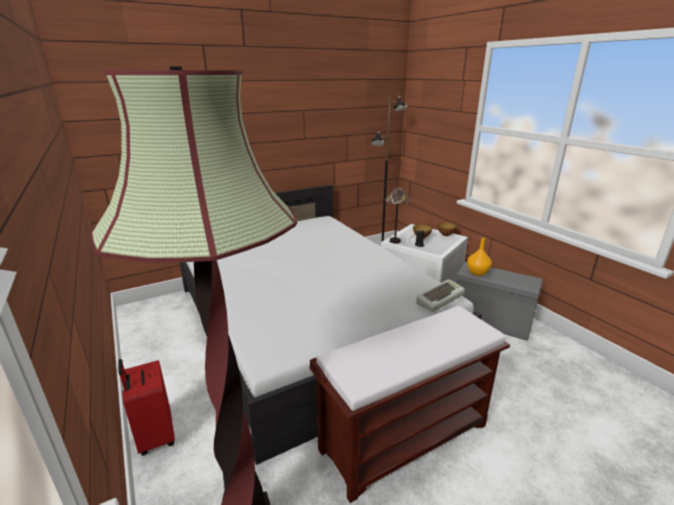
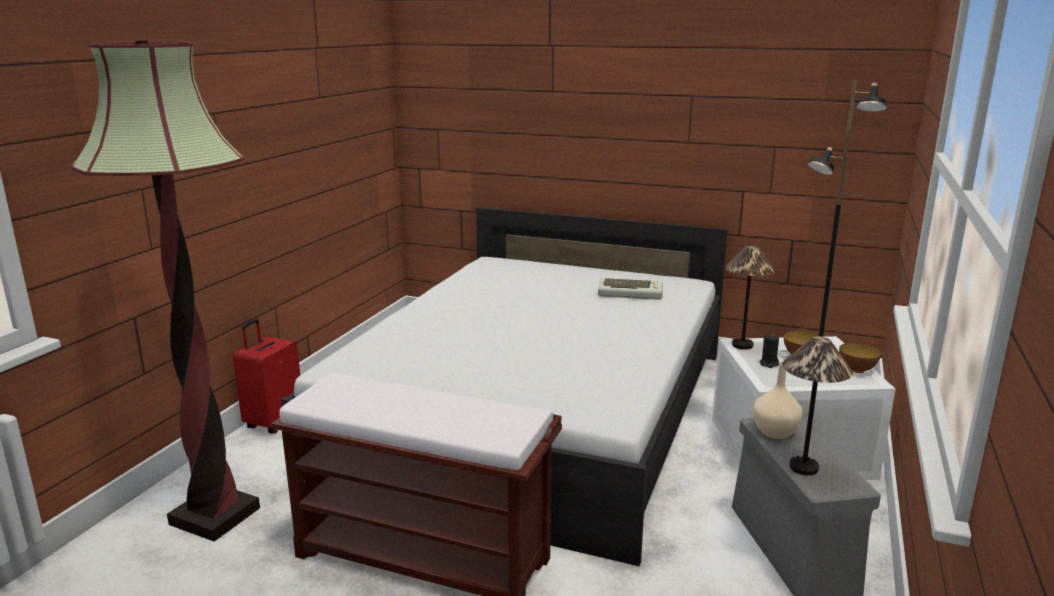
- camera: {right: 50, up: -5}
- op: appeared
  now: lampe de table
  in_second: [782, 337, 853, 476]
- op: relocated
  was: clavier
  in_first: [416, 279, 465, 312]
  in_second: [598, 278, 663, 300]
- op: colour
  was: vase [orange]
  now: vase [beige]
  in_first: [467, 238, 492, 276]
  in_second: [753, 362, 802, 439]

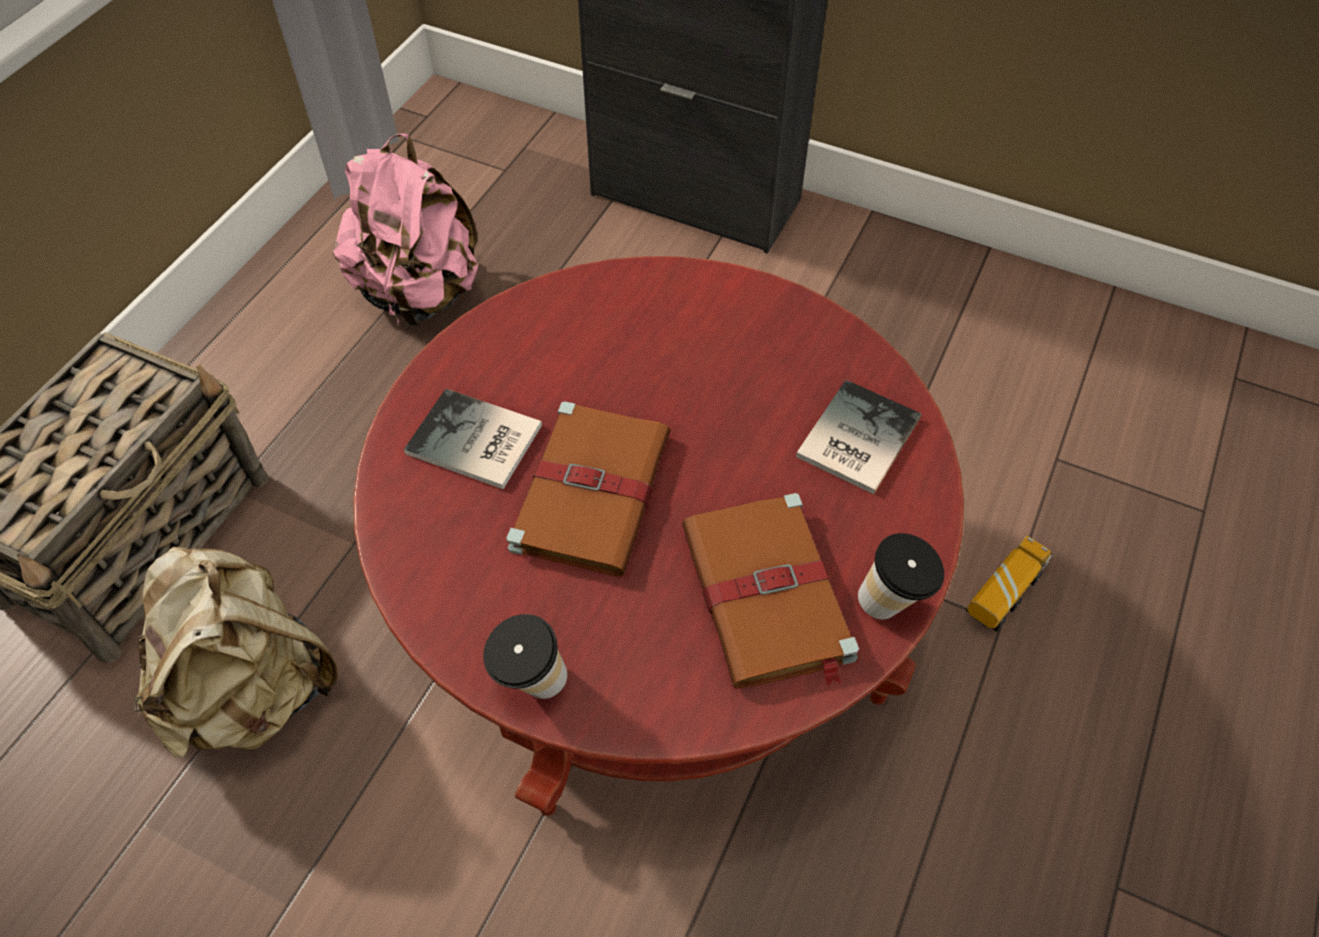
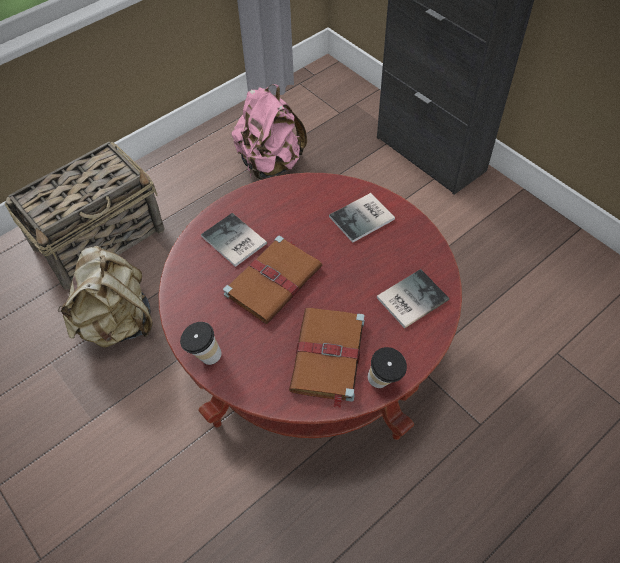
- camera: {right: 25, up: 0}
- op: missing
  was: camion jouet
  in_first: [966, 536, 1052, 632]
- op: appeared
  now: livre
  in_second: [329, 193, 395, 243]

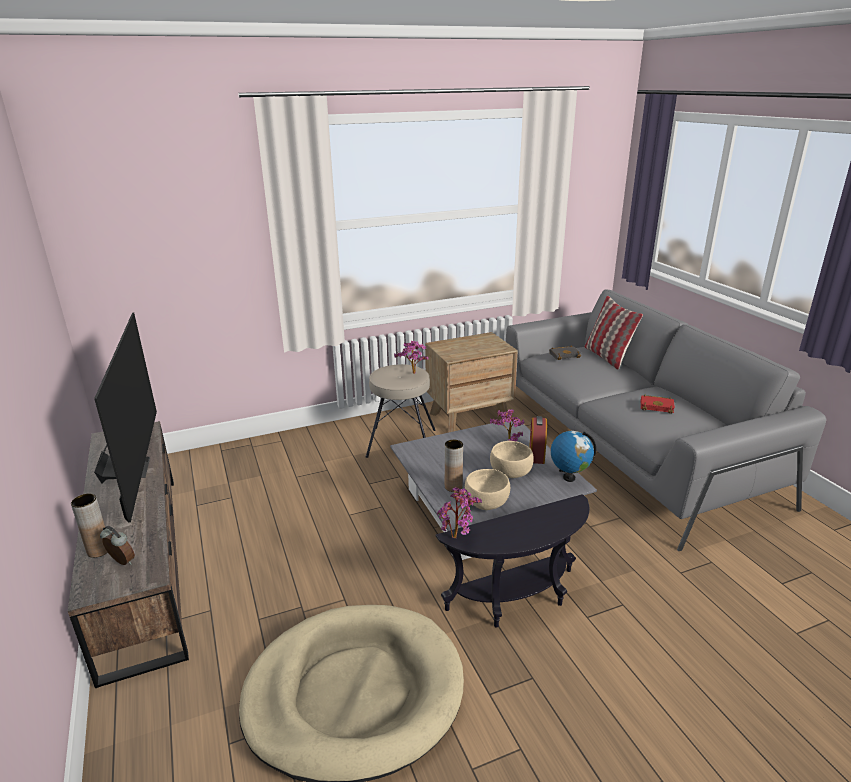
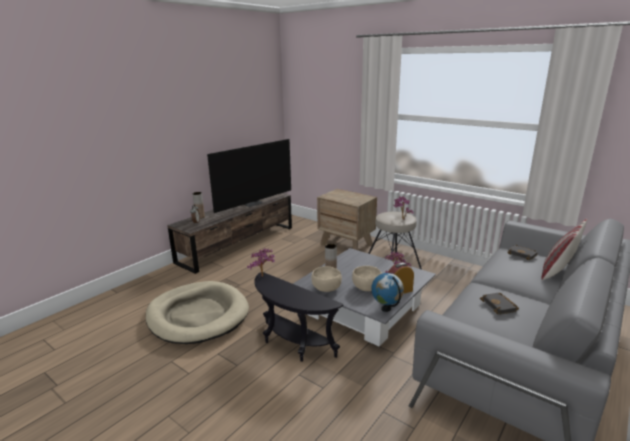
- camera: {right: 60, up: -5}
- op: relocated
  was: table de chevet [marron]
  in_first: [425, 332, 518, 433]
  in_second: [317, 189, 377, 250]
- op: colour
  was: livre [rouge]
  now: livre [noir]
  in_first: [641, 395, 675, 414]
  in_second: [480, 293, 519, 315]

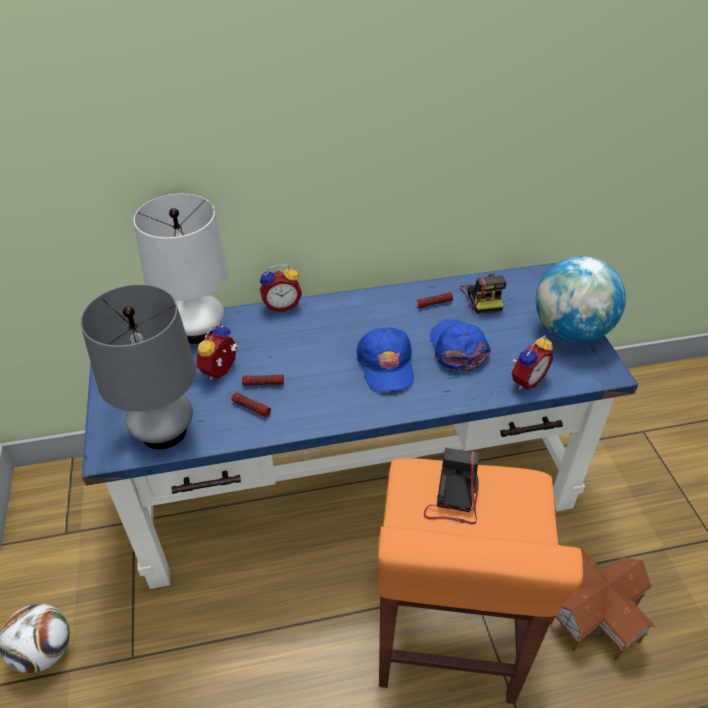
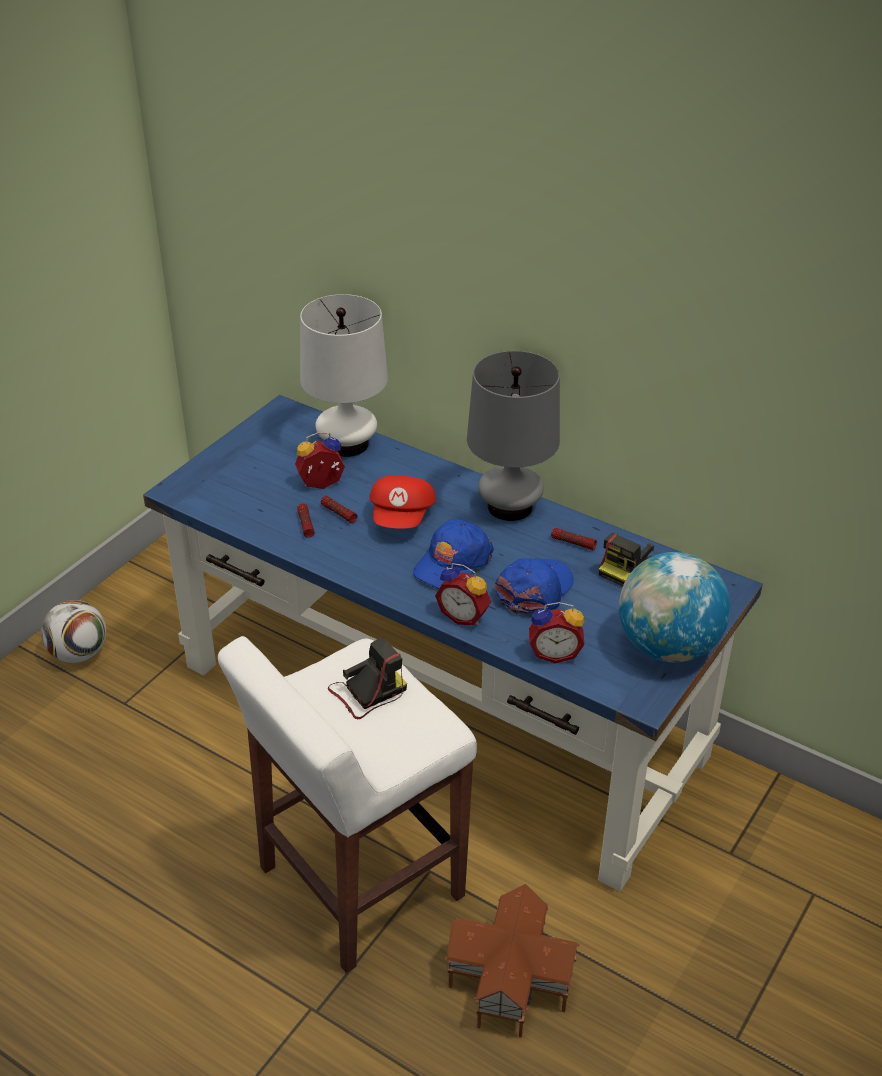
- camera: {right: 45, up: -5}
- op: appeared
  now: casquette [rouge]
  in_second: [369, 476, 436, 529]
- op: relocated
  was: lampe de table [gris]
  in_first: [80, 284, 196, 450]
  in_second: [467, 351, 560, 521]
- op: relocated
  was: réveil
  in_first: [260, 264, 302, 312]
  in_second: [435, 563, 491, 625]
- op: colour
  was: tabouret [orange]
  now: tabouret [blanc]
  in_first: [377, 458, 583, 704]
  in_second: [218, 636, 477, 973]

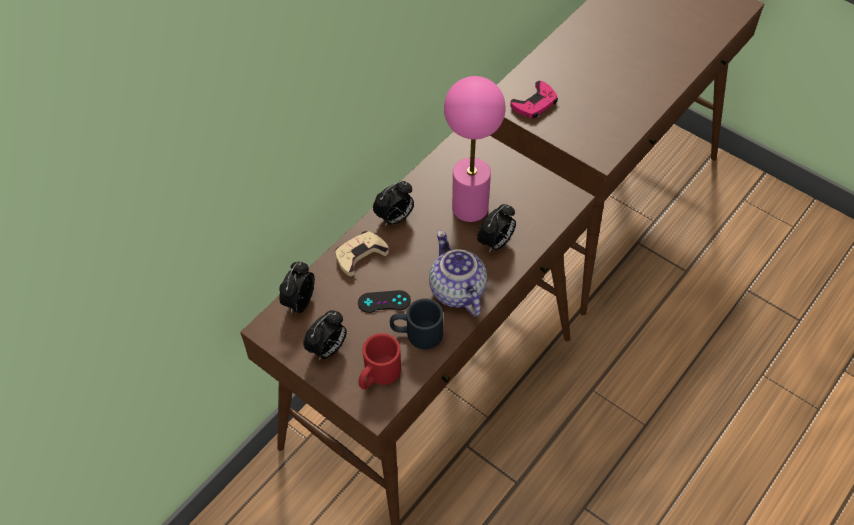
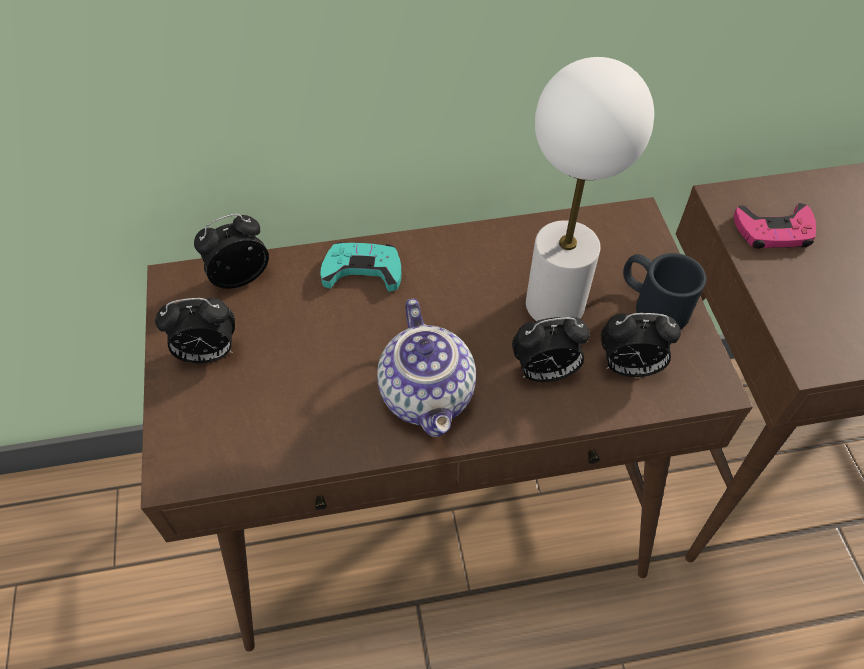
- camera: {right: 40, up: 0}
- op: missing
  was: manette [noir]
  in_first: [358, 290, 411, 313]
- op: missing
  was: mug [rouge]
  in_first: [358, 333, 401, 390]
- op: relocated
  was: réveil
  in_first: [373, 181, 414, 226]
  in_second: [601, 313, 681, 377]
- op: relocated
  was: mug [noir]
  in_first: [390, 299, 443, 349]
  in_second: [623, 253, 706, 330]
- op: colour
  was: manette [beige]
  now: manette [turquoise]
  in_first: [335, 231, 389, 276]
  in_second: [320, 242, 401, 292]
- op: colour
  was: lampe de table [rose]
  now: lampe de table [blanc]
  in_first: [444, 76, 506, 222]
  in_second: [526, 57, 654, 321]
- op: spun
  was: théière
  in_first: [429, 231, 487, 316]
  in_second: [377, 299, 476, 437]
  clockwise: 150

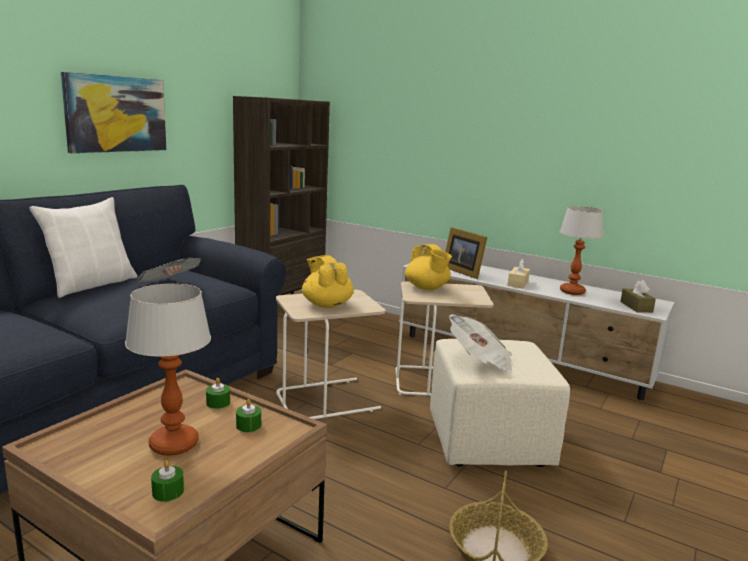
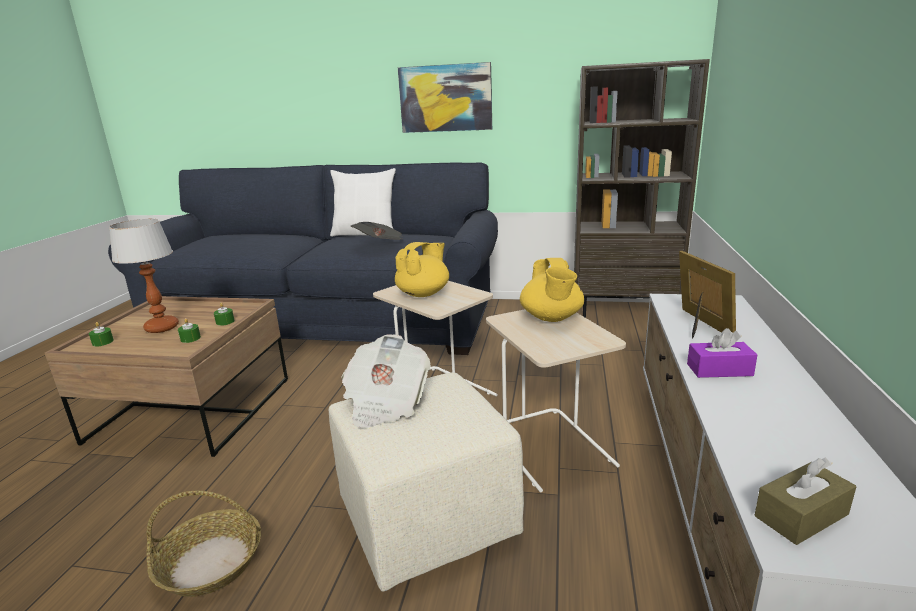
- camera: {right: 70, up: 5}
- op: missing
  was: lampe de table
  in_first: [560, 206, 603, 295]
- op: colour
  was: boîte à mouchoirs [beige]
  now: boîte à mouchoirs [violet]
  in_first: [507, 259, 530, 288]
  in_second: [687, 328, 757, 378]
- op: spun
  was: théière [jaune]
  in_first: [405, 244, 452, 290]
  in_second: [520, 258, 584, 322]
  clockwise: -45
- op: spun
  was: cadre photo
  in_first: [445, 227, 487, 279]
  in_second: [679, 251, 736, 339]
  clockwise: 135

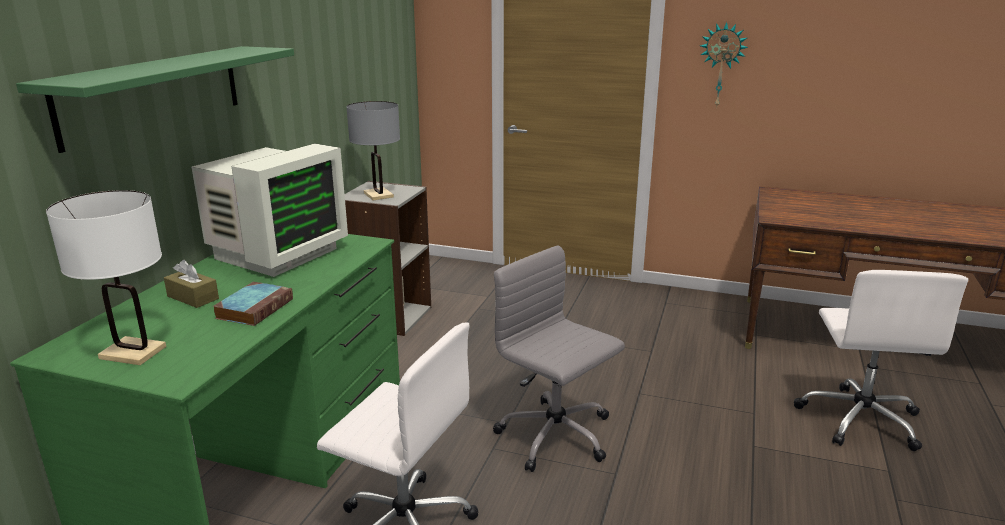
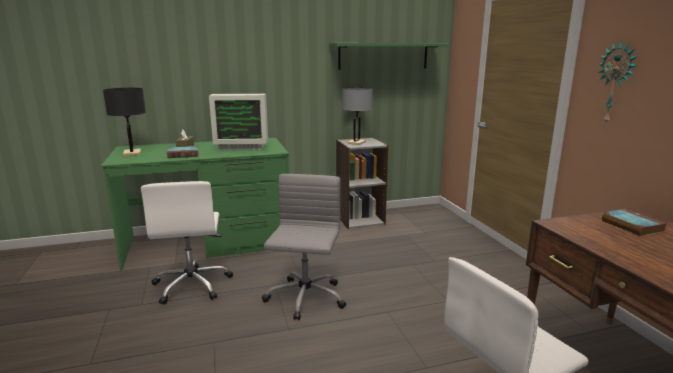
- camera: {right: 55, up: -5}
- op: appeared
  now: livre
  in_second: [602, 209, 666, 237]
- op: relocated
  was: étagère [vert]
  in_first: [16, 46, 294, 153]
  in_second: [329, 43, 449, 70]
- op: colour
  was: lampe de table [blanc]
  now: lampe de table [noir]
  in_first: [46, 190, 166, 365]
  in_second: [103, 88, 146, 156]

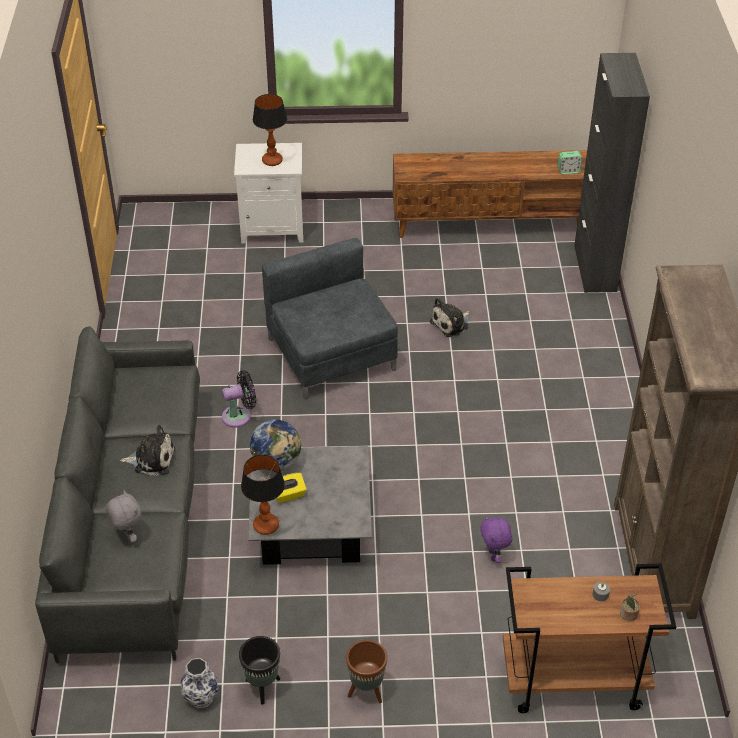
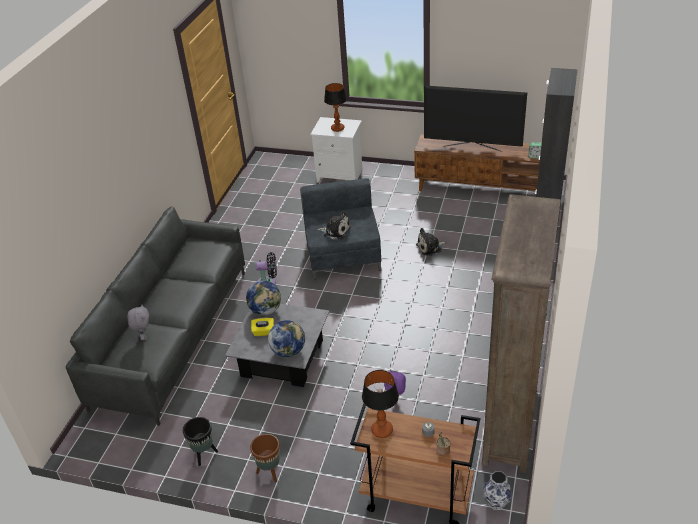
- camera: {right: 20, up: -5}
- op: appeared
  now: globe
  in_second: [268, 320, 305, 357]
- op: appeared
  now: téléviseur
  in_second: [424, 85, 527, 152]
- op: relocated
  was: peluche
  in_first: [120, 425, 175, 476]
  in_second: [317, 211, 351, 240]
- op: relocated
  was: vase
  in_first: [181, 658, 219, 708]
  in_second: [484, 471, 512, 510]
- op: relocated
  was: lampe de table
  in_first: [241, 454, 285, 535]
  in_second: [362, 370, 399, 438]

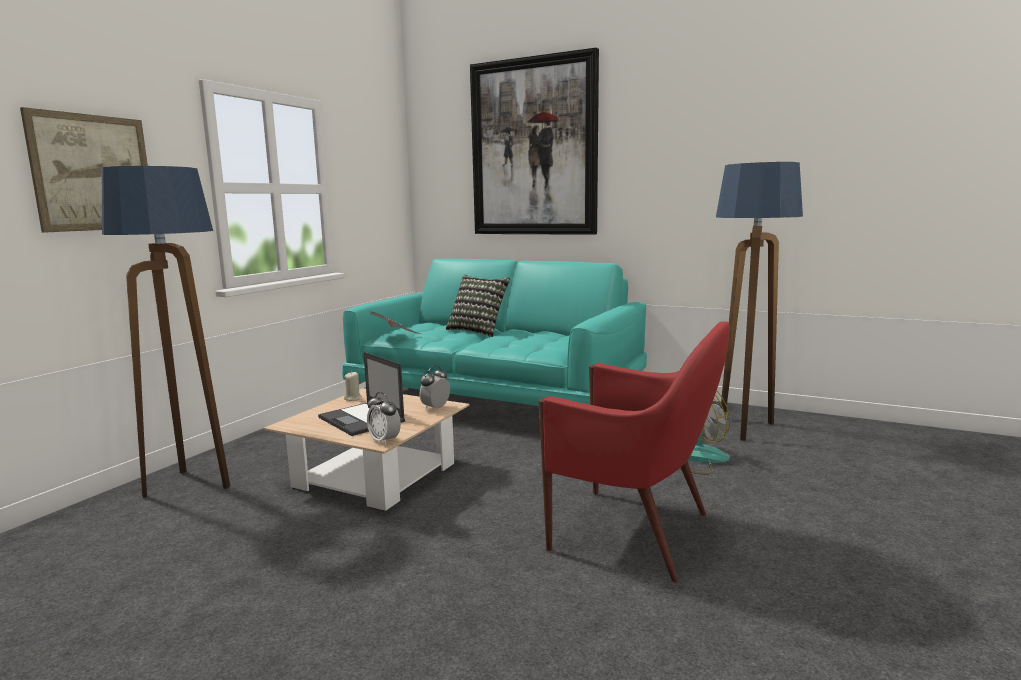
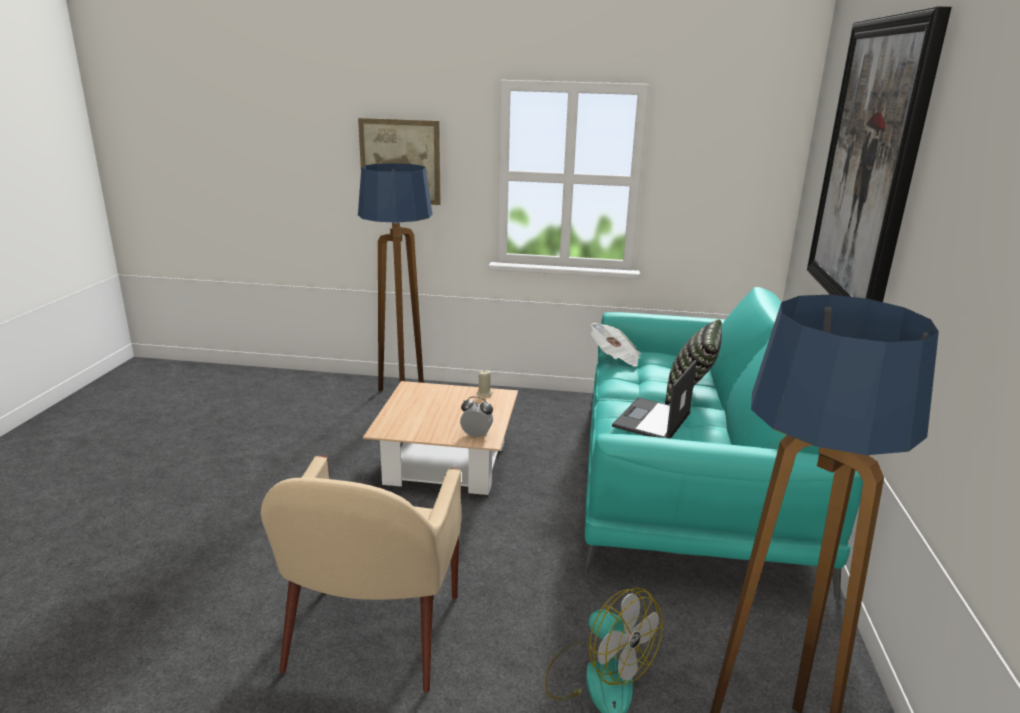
- camera: {right: 70, up: 10}
- op: missing
  was: réveil
  in_first: [367, 392, 401, 445]
- op: relocated
  was: ordinateur portable
  in_first: [318, 352, 405, 436]
  in_second: [612, 360, 697, 439]
- op: colour
  was: fauteuil [rouge]
  now: fauteuil [beige]
  in_first: [539, 321, 730, 583]
  in_second: [261, 455, 461, 693]

